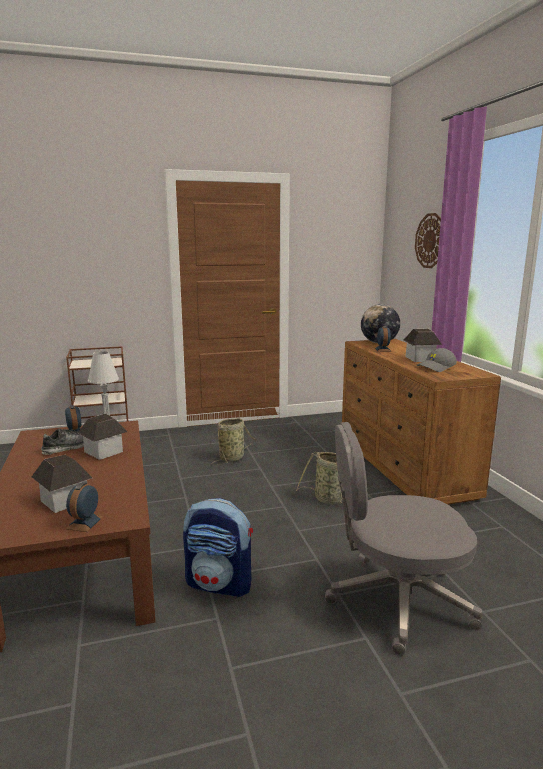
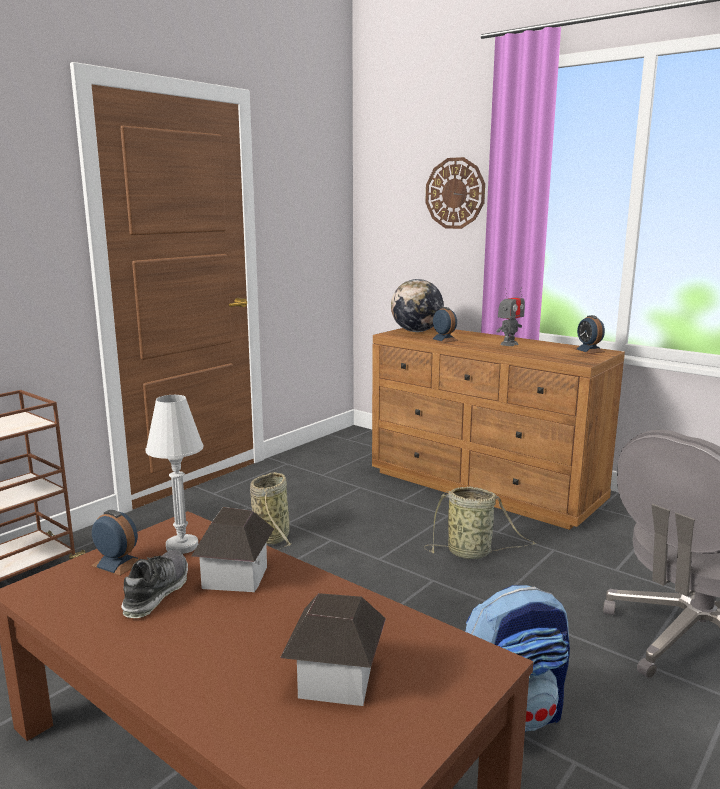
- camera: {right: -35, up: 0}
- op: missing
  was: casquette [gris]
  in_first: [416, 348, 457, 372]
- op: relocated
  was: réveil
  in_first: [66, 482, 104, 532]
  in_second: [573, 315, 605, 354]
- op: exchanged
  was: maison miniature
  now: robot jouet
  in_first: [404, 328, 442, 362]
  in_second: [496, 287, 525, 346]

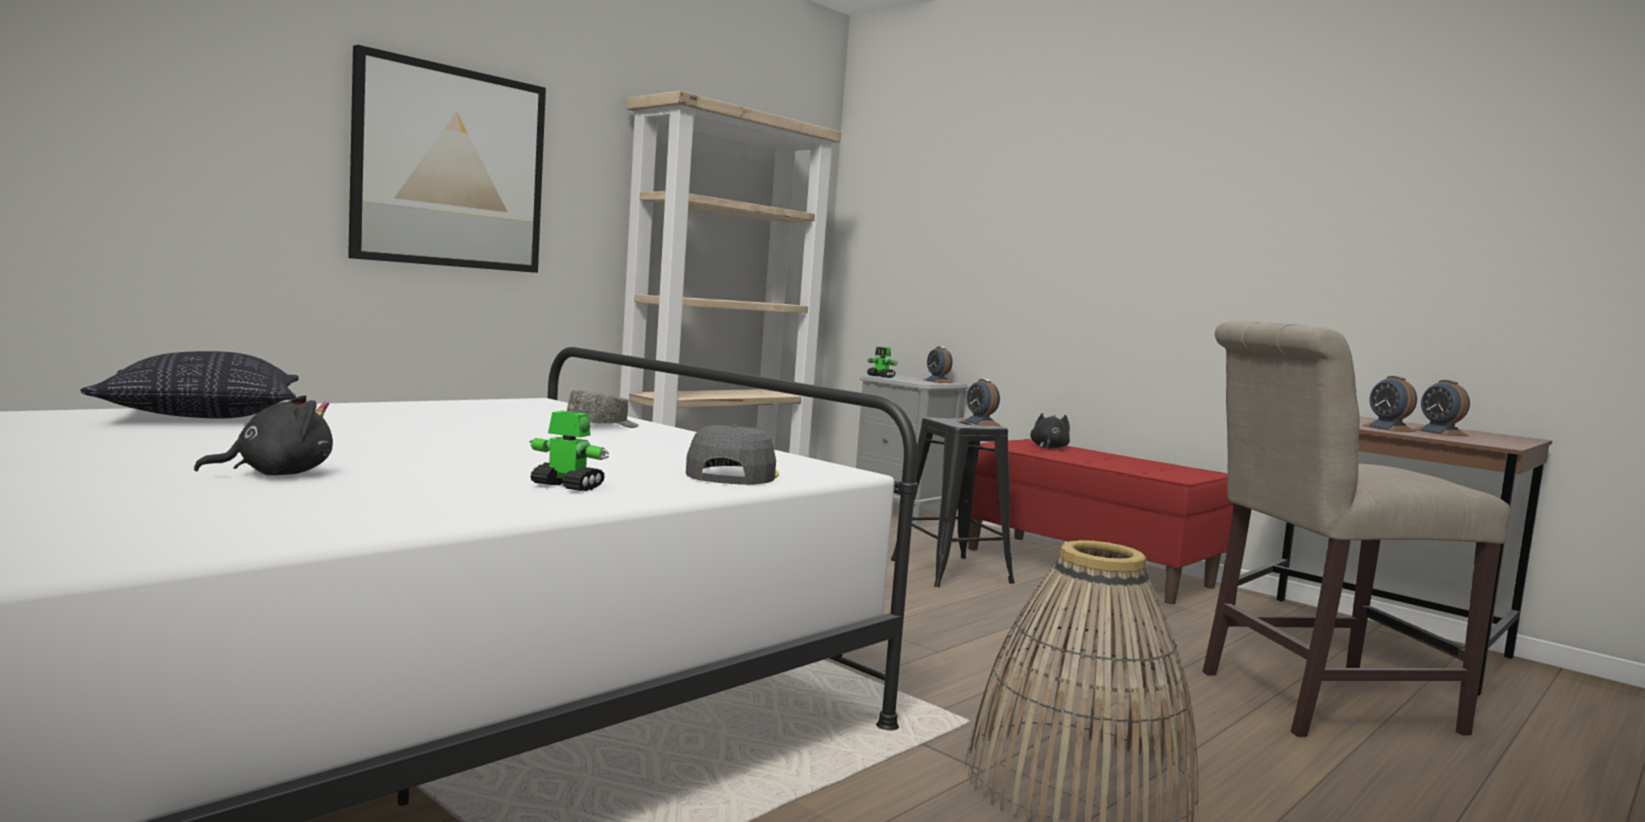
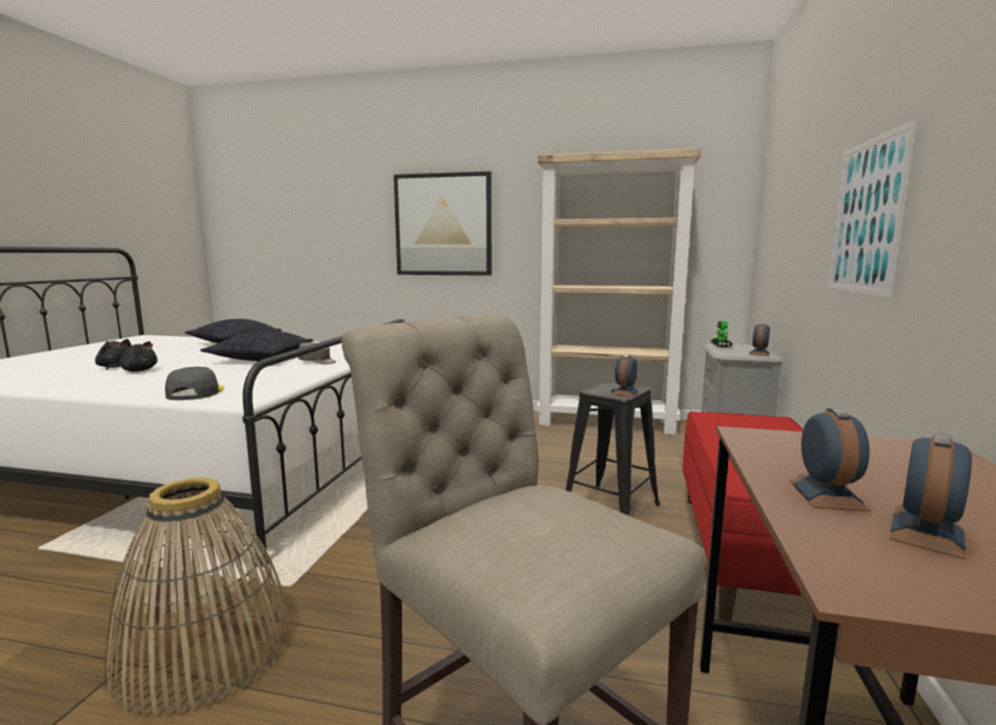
- camera: {right: 60, up: 5}
- op: missing
  was: robot jouet
  in_first: [530, 411, 609, 491]
- op: appeared
  now: coussin
  in_second: [200, 330, 313, 361]
- op: appeared
  now: tableau
  in_second: [828, 119, 918, 298]
- op: relocated
  was: peluche [noir]
  in_first: [1030, 413, 1070, 449]
  in_second: [106, 341, 158, 372]
- op: spun
  was: casquette [gris]
  in_first: [686, 424, 779, 485]
  in_second: [165, 367, 224, 400]
  clockwise: -75
- op: spun
  was: réveil
  in_first: [1362, 376, 1417, 432]
  in_second: [789, 408, 870, 511]
  clockwise: 150

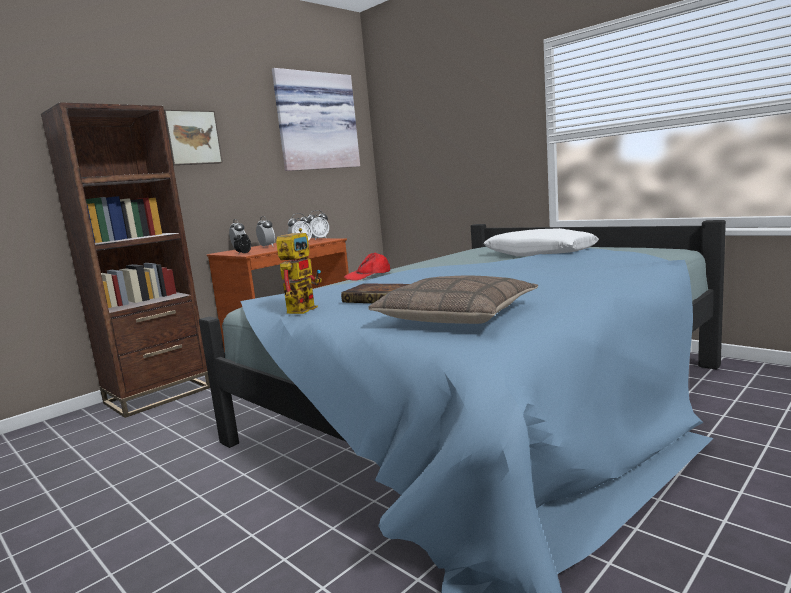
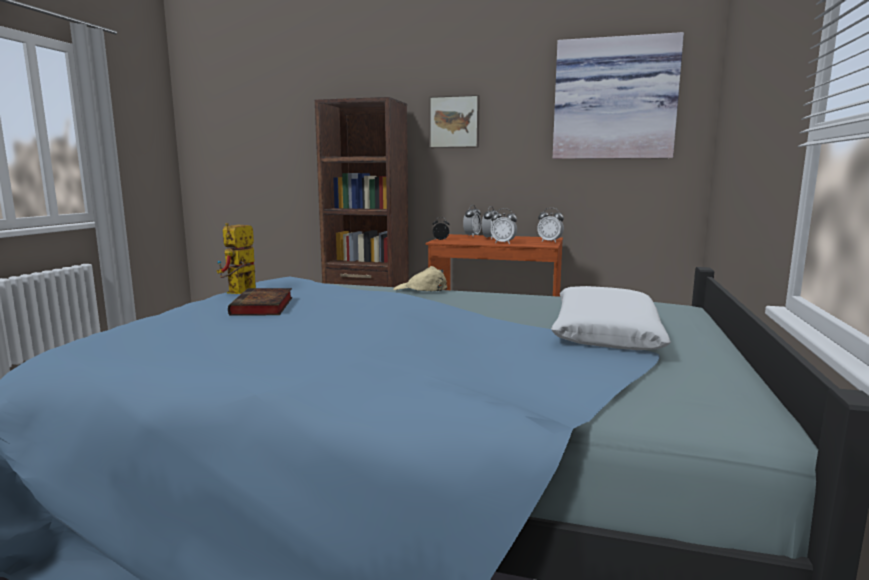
- camera: {right: 60, up: 0}
- op: missing
  was: coussin
  in_first: [368, 276, 538, 324]
- op: colour
  was: casquette [rouge]
  now: casquette [beige]
  in_first: [344, 253, 391, 281]
  in_second: [393, 266, 447, 291]
- op: spun
  was: robot jouet
  in_first: [276, 228, 322, 314]
  in_second: [216, 223, 256, 294]
  clockwise: 120

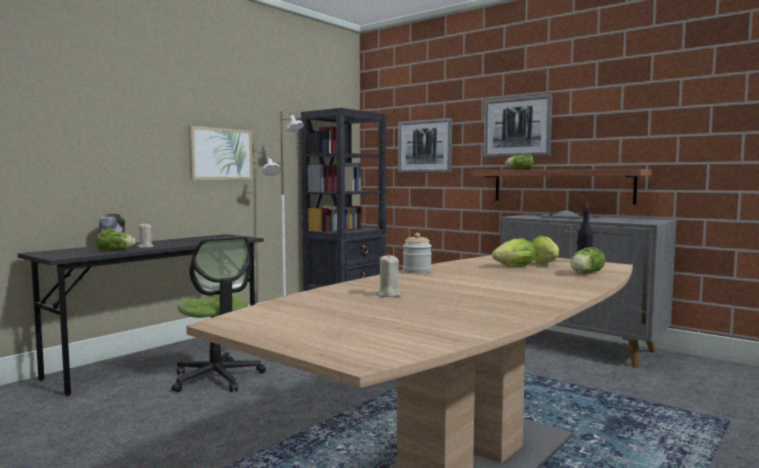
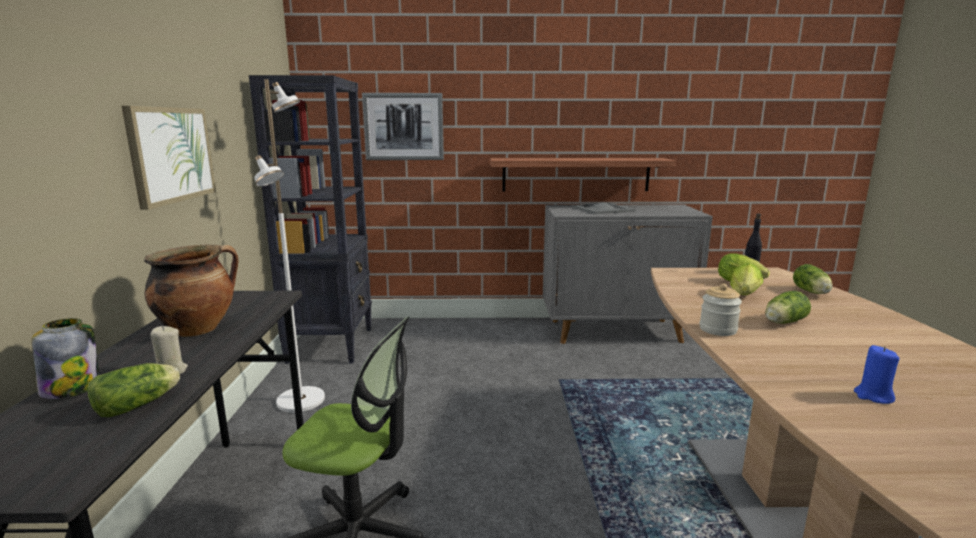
- camera: {right: -40, up: 10}
- op: missing
  was: tableau
  in_first: [484, 94, 553, 158]
- op: appeared
  now: marmite
  in_second: [144, 245, 238, 337]
- op: relocated
  was: laitue
  in_first: [505, 155, 534, 170]
  in_second: [765, 291, 811, 324]
- op: colour
  was: bougie [beige]
  now: bougie [bleu]
  in_first: [376, 255, 401, 297]
  in_second: [854, 345, 900, 404]

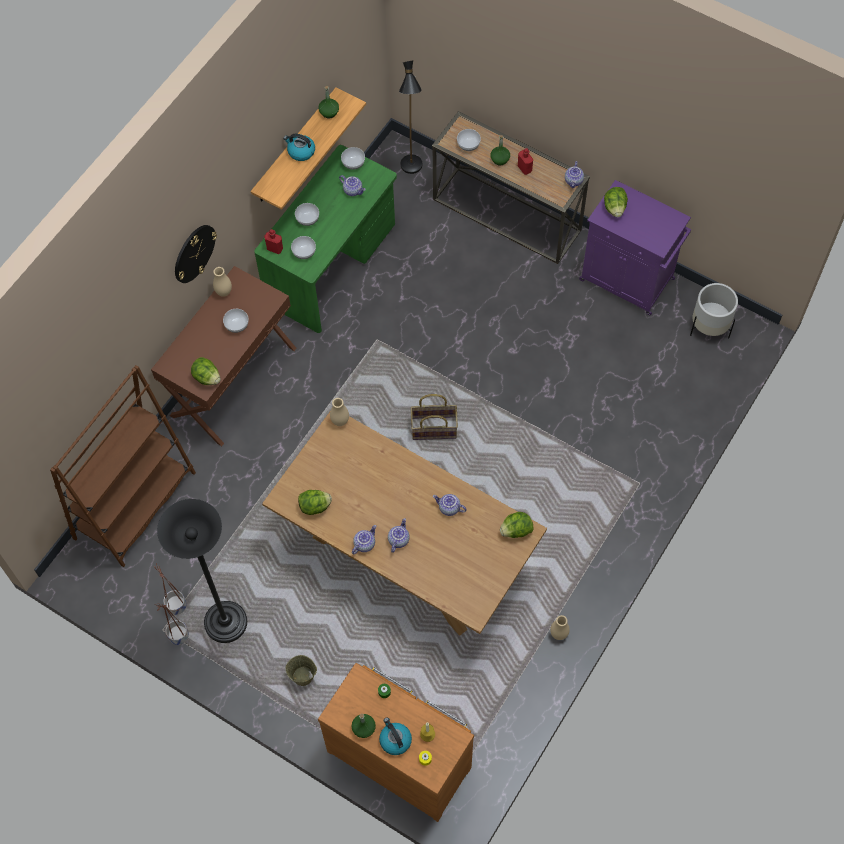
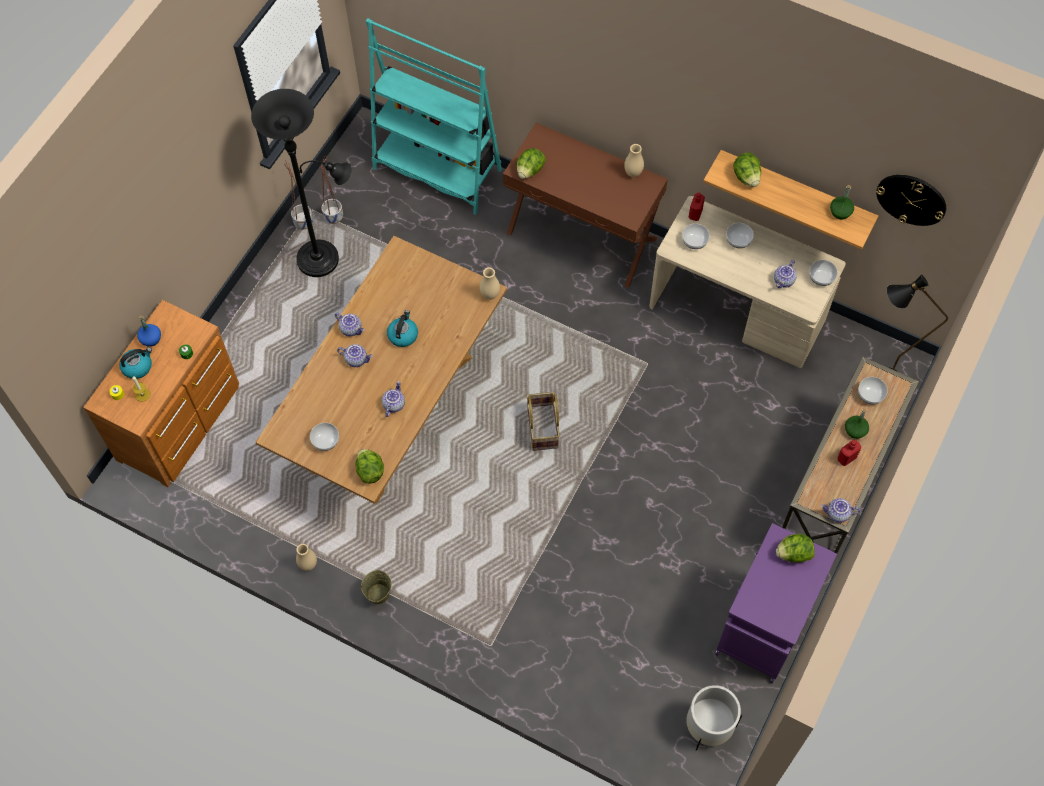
- camera: {right: 85, up: 0}
- op: relocated
  was: horloge murale
  in_first: [175, 225, 217, 283]
  in_second: [876, 175, 946, 226]
- op: relocated
  was: bol
  in_first: [223, 309, 249, 333]
  in_second: [310, 423, 339, 451]
- op: relocated
  was: bouilloire
  in_first: [283, 134, 315, 161]
  in_second: [387, 310, 418, 347]
- op: relocated
  was: seau [beige]
  in_first: [286, 655, 317, 686]
  in_second: [361, 570, 392, 605]
- op: relocated
  was: laitue
  in_first: [298, 490, 332, 515]
  in_second: [733, 152, 761, 187]
- op: colour
  was: bibliothèque [marron]
  now: bibliothèque [turquoise]
  in_first: [50, 365, 196, 567]
  in_second: [366, 18, 502, 215]
- op: colour
  was: bureau [vert]
  now: bureau [beige]
  in_first: [254, 145, 397, 333]
  in_second: [649, 196, 846, 368]
- op: colour
  was: bouteille [vert]
  now: bouteille [bleu]
  in_first: [352, 714, 376, 738]
  in_second: [137, 316, 161, 347]

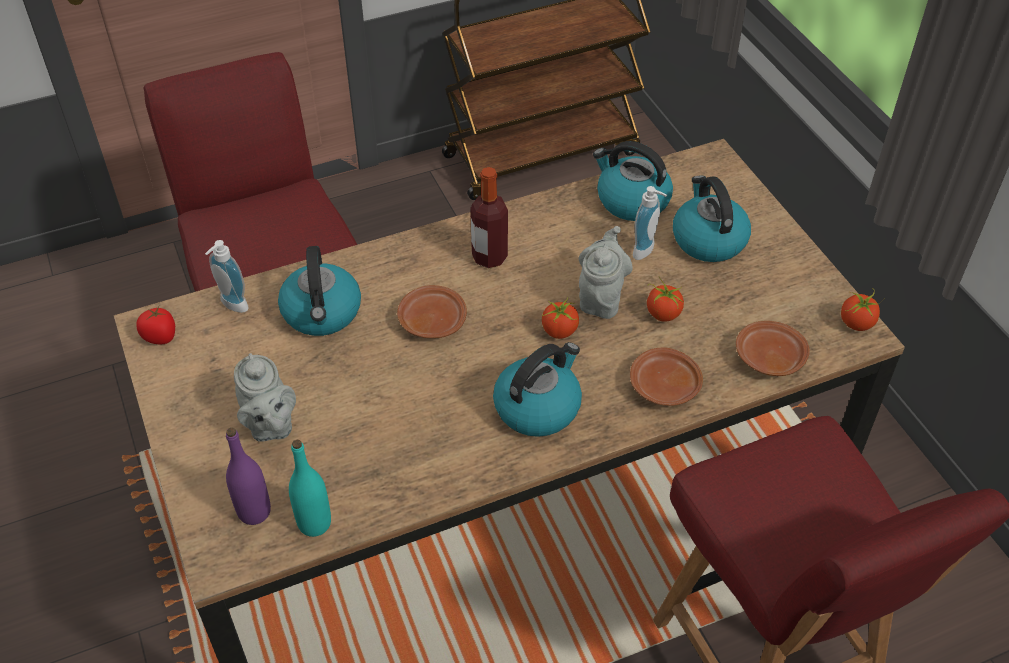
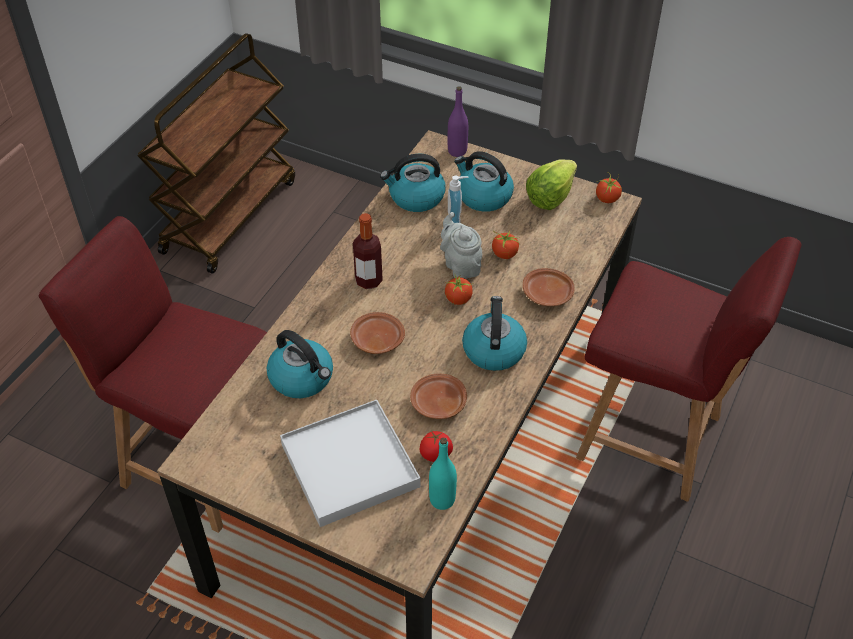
- camera: {right: -40, up: 0}
- op: missing
  was: distributeur de savon
  in_first: [205, 240, 248, 313]
- op: appeared
  now: laitue
  in_second: [526, 159, 577, 210]
- op: relocated
  was: tomate
  in_first: [136, 306, 175, 345]
  in_second: [420, 431, 453, 462]
- op: relocated
  was: bouteille [violet]
  in_first: [226, 428, 271, 525]
  in_second: [448, 86, 468, 157]
- op: relocated
  was: assiette [marron]
  in_first: [736, 321, 810, 376]
  in_second: [410, 374, 467, 419]
- op: exchanged
  was: théière [gris]
  now: plateau [blanc]
  in_first: [234, 353, 296, 442]
  in_second: [280, 399, 420, 527]

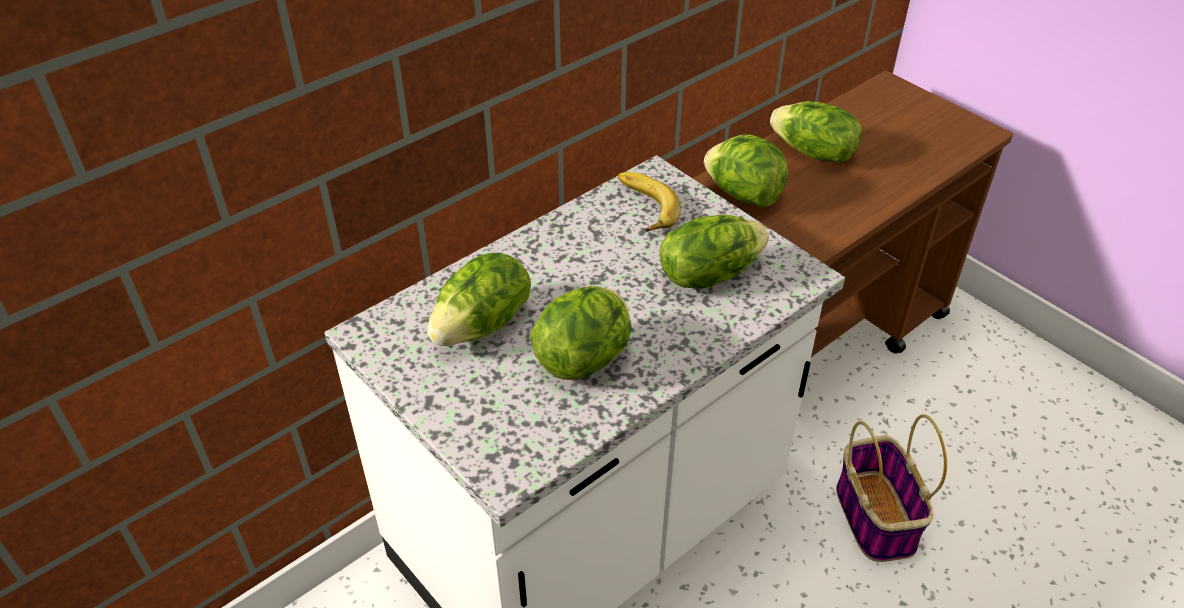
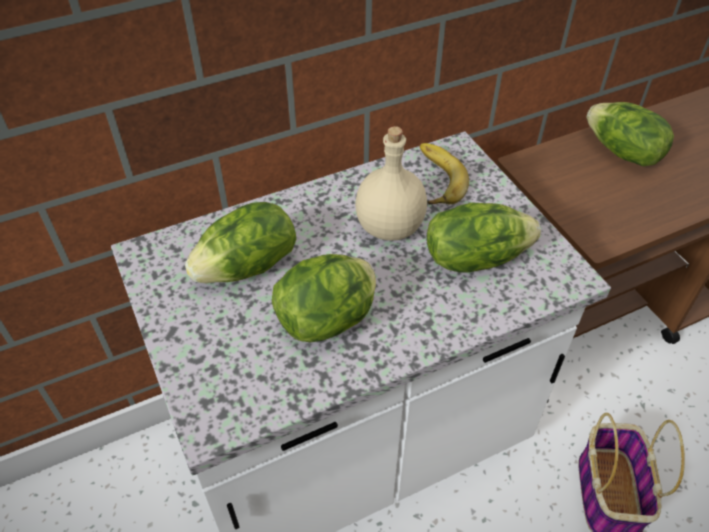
- camera: {right: 15, up: 5}
- op: missing
  was: laitue
  in_first: [704, 134, 788, 207]
- op: appeared
  now: bouteille [beige]
  in_second: [355, 126, 427, 241]

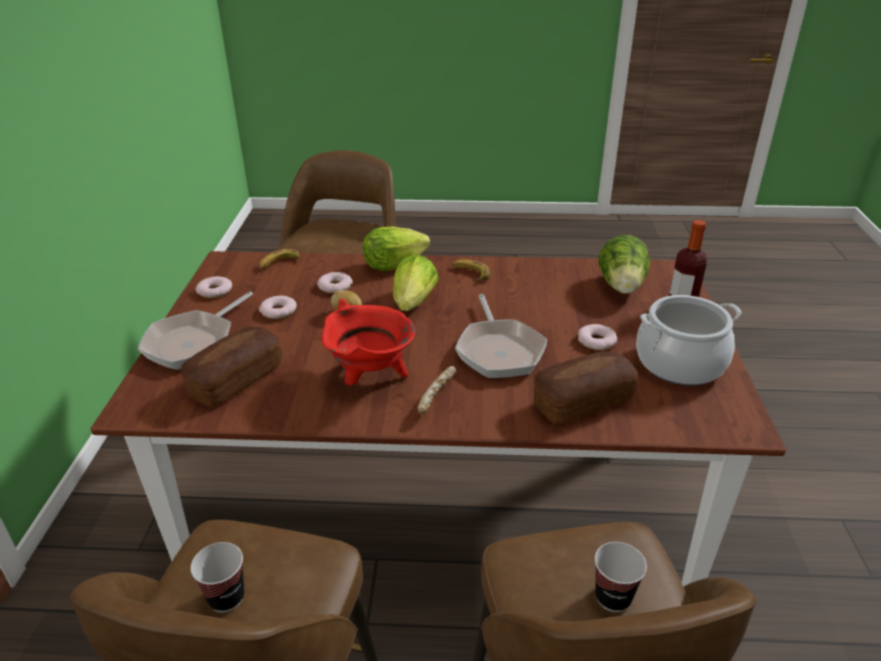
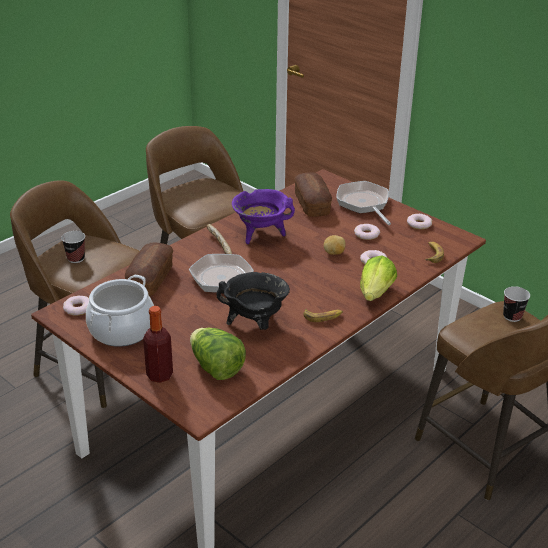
- camera: {right: 130, up: 0}
- op: missing
  was: laitue
  in_first: [393, 254, 439, 311]
- op: appeared
  now: marmite [noir]
  in_second: [217, 272, 290, 330]
- op: relocated
  was: tasse
  in_first: [190, 542, 244, 612]
  in_second: [503, 286, 530, 322]
- op: relocated
  was: beignet
  in_first: [578, 324, 617, 350]
  in_second: [63, 296, 89, 316]
- op: colour
  was: marmite [rouge]
  now: marmite [violet]
  in_first: [321, 298, 415, 385]
  in_second: [232, 189, 295, 244]

